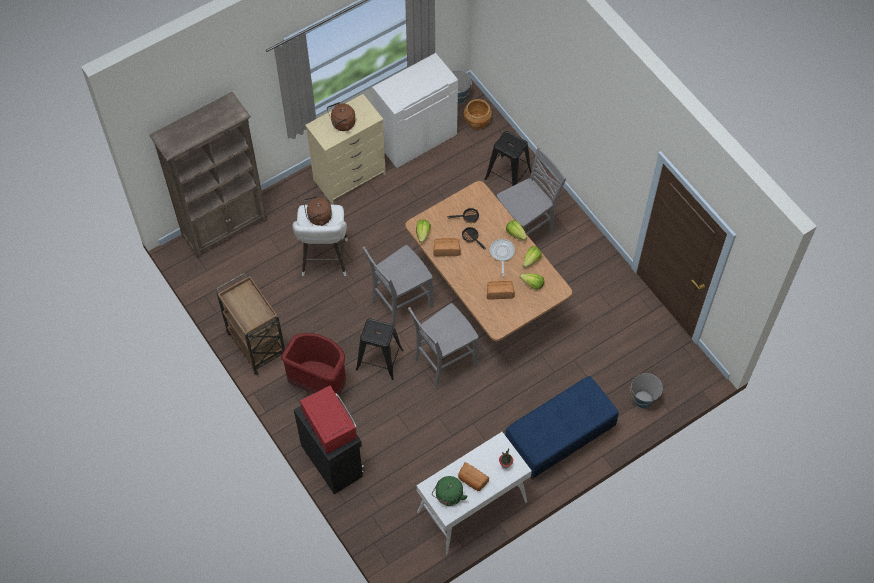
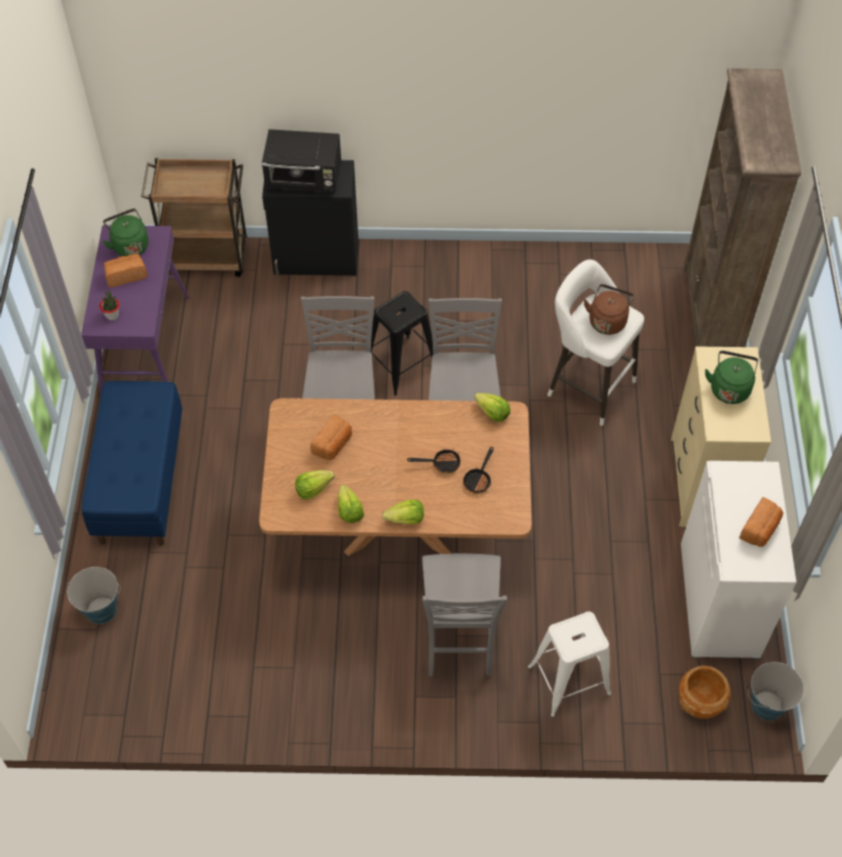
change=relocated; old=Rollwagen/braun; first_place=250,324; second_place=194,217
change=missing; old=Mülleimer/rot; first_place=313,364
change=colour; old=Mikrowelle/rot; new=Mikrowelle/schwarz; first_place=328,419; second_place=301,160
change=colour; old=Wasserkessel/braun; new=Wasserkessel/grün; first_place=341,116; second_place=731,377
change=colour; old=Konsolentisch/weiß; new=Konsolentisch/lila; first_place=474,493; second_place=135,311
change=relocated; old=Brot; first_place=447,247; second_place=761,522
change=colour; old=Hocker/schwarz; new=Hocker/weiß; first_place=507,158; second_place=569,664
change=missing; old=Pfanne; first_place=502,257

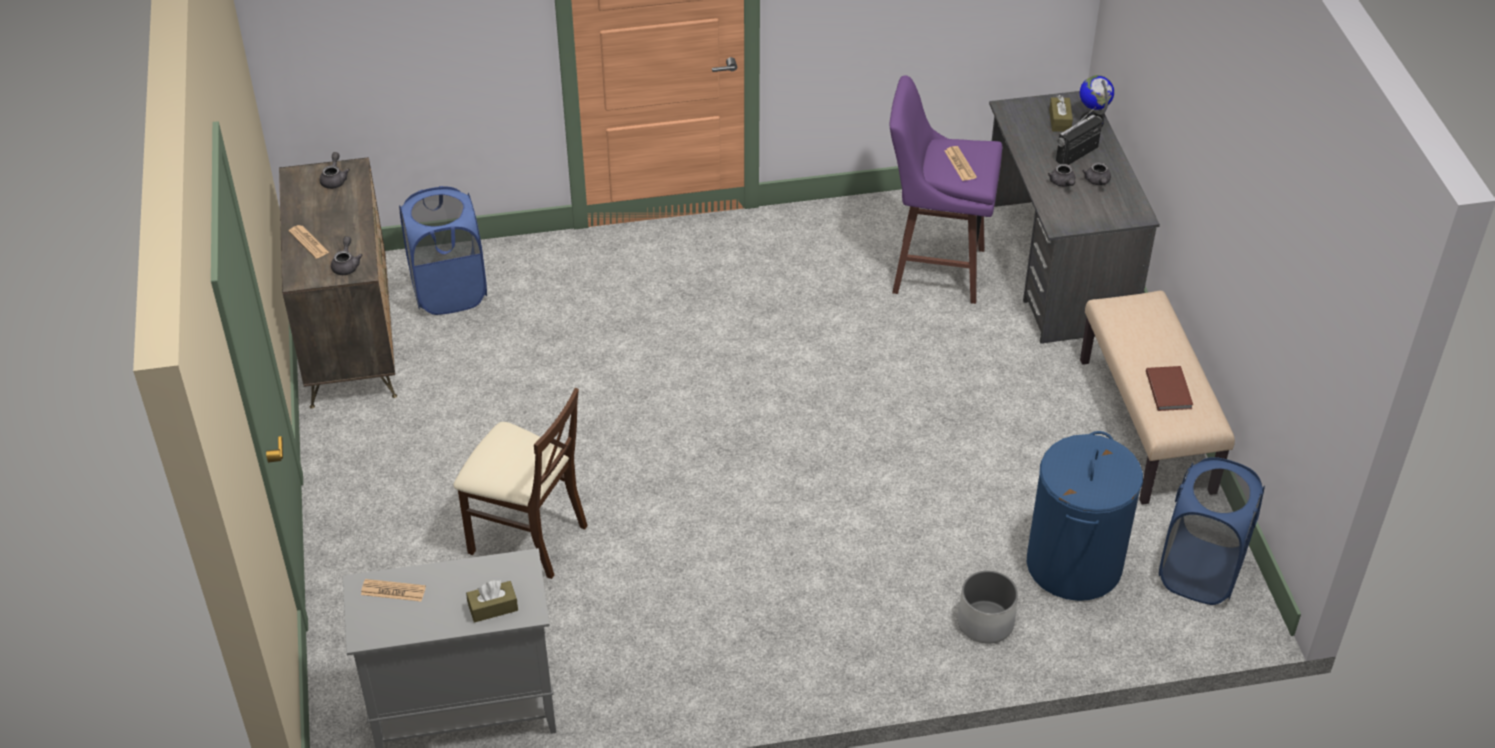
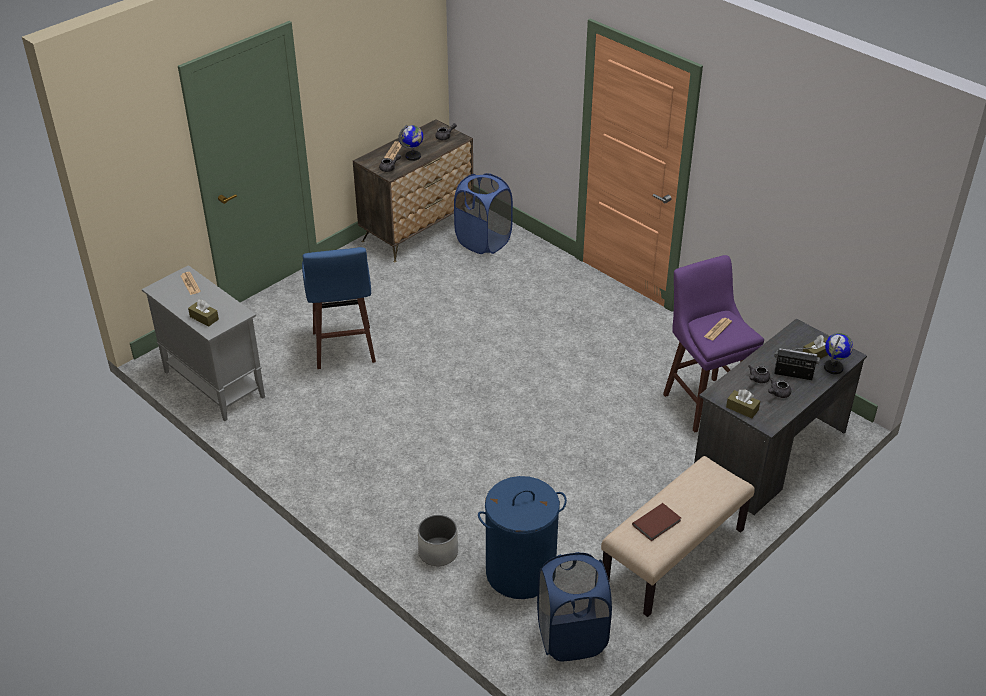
change=exchanged; old=Stuhl/beige; new=Hocker/blau; first_place=521,483; second_place=339,308
change=appeared; new=Globus; second_place=410,143
change=appeared; new=Taschentuchbox/braun; second_place=743,404

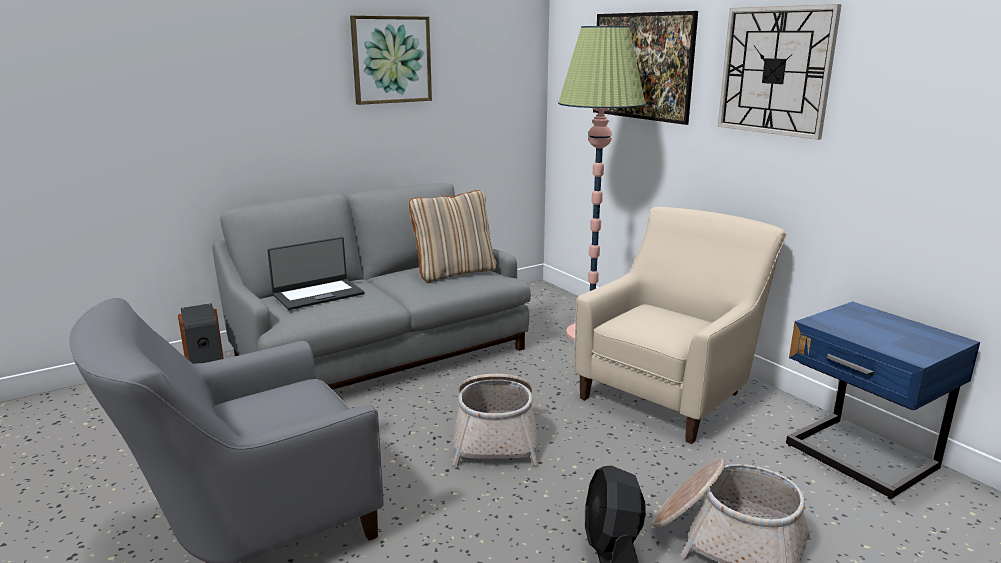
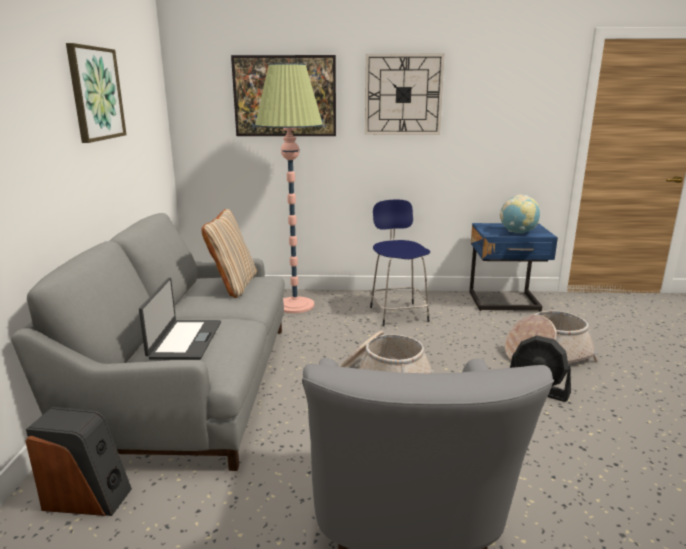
change=exchanged; old=Sessel/beige; new=Hocker/blau; first_place=680,325; second_place=400,263
change=appeared; new=Globus; second_place=520,214

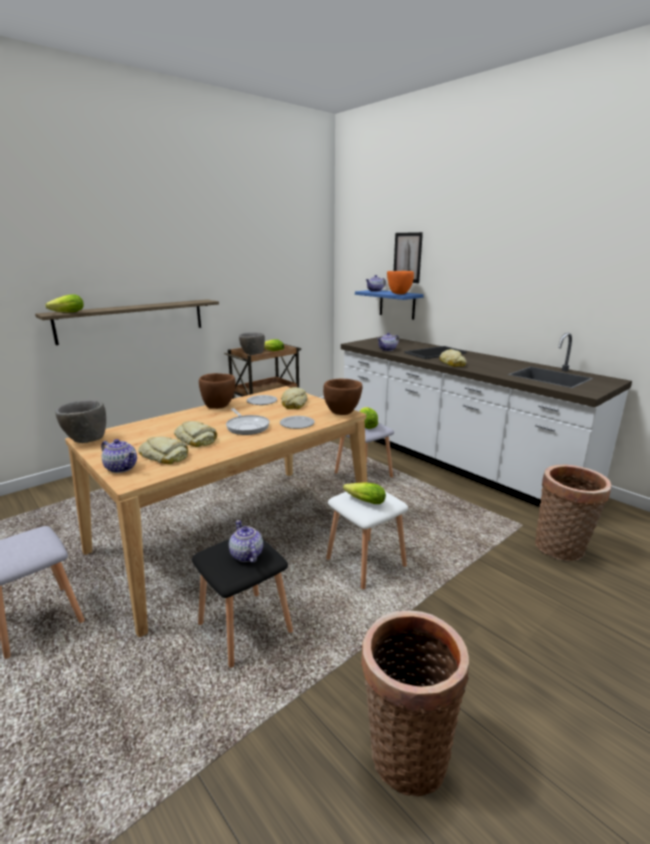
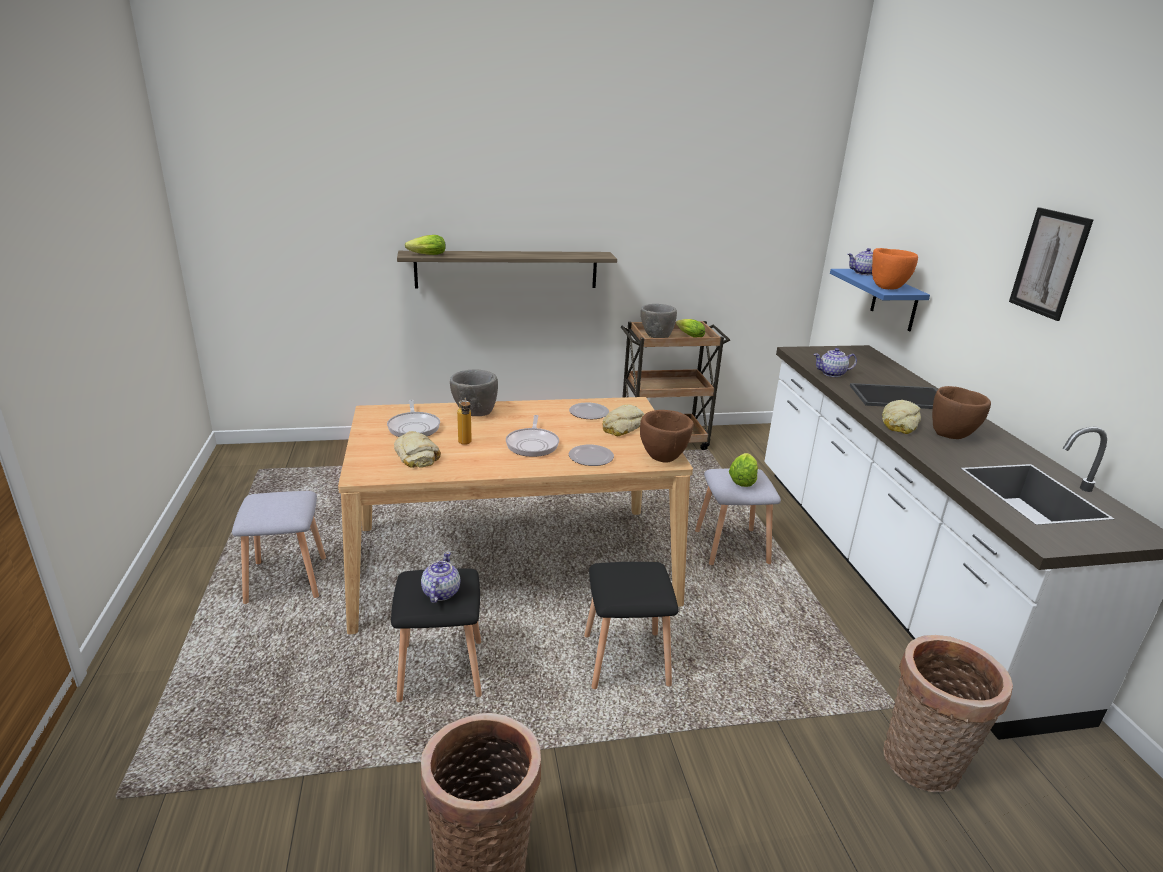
change=relocated; old=Schüssel/grau; first_place=80,421; second_place=474,392
change=missing; old=Teekanne; first_place=119,456
change=exchanged; old=Brot; new=Flasche; first_place=195,434; second_place=464,421
change=relocated; old=Schüssel/braun; first_place=217,391; second_place=961,412
change=colour; old=Hocker/weiß; new=Hocker/schwarz; first_place=367,540; second_place=631,625
change=missing; old=Salatkopf; first_place=364,493
change=relocated; old=Bild; first_place=408,257; second_place=1051,264
change=appeared; new=Pfanne; second_place=413,418

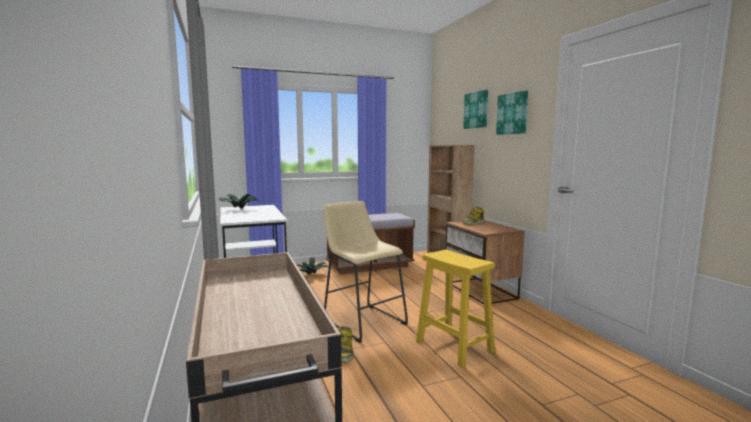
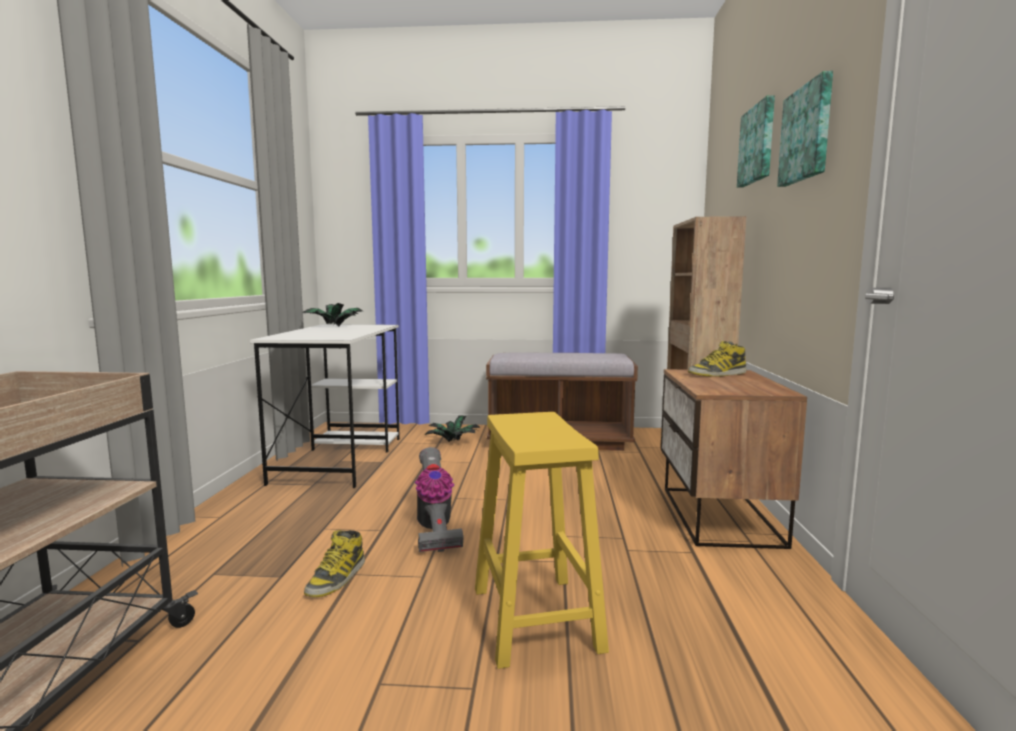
change=exchanged; old=Hocker/beige; new=Staubsauger; first_place=366,272; second_place=439,499

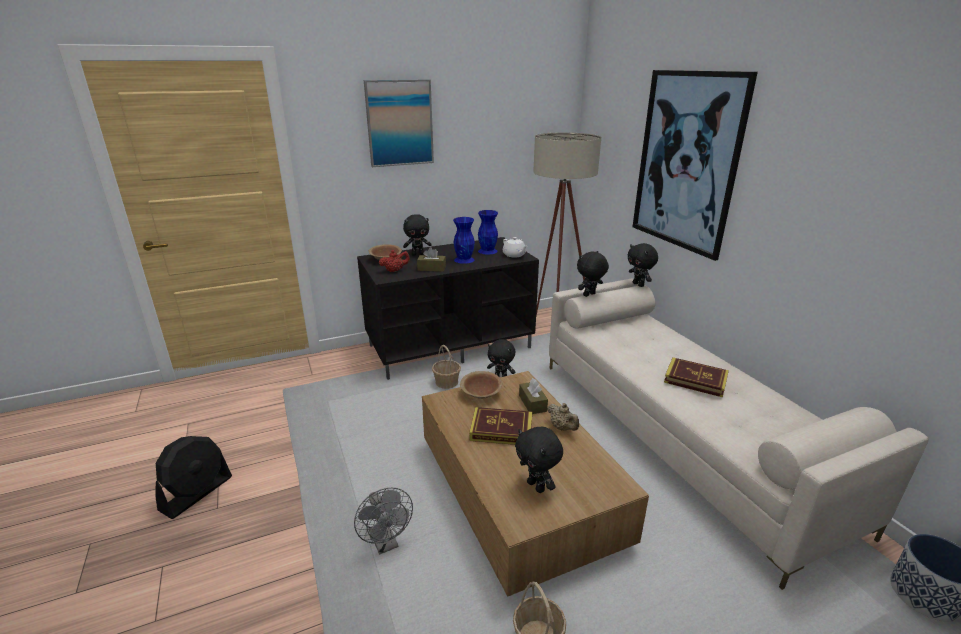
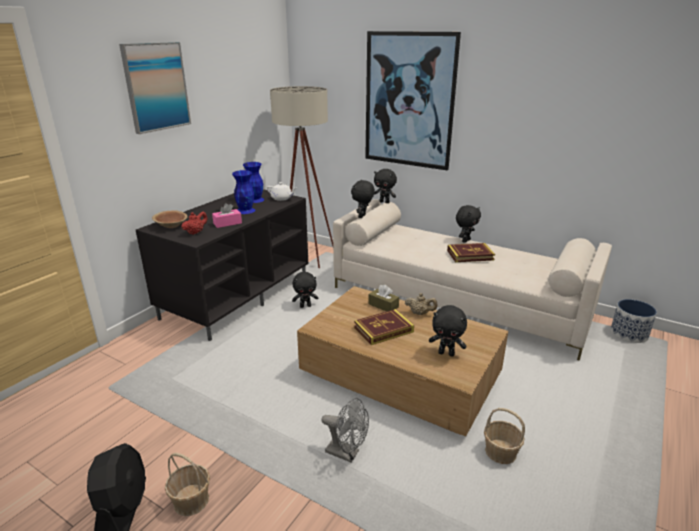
change=relocated; old=Plüschtier/schwarz; first_place=417,235; second_place=468,224
change=colour; old=Taschentuchbox/braun; new=Taschentuchbox/rosa; first_place=431,259; second_place=227,215
change=relocated; old=Korb; first_place=446,367; second_place=187,484
change=missing; old=Schüssel/braun; first_place=481,385

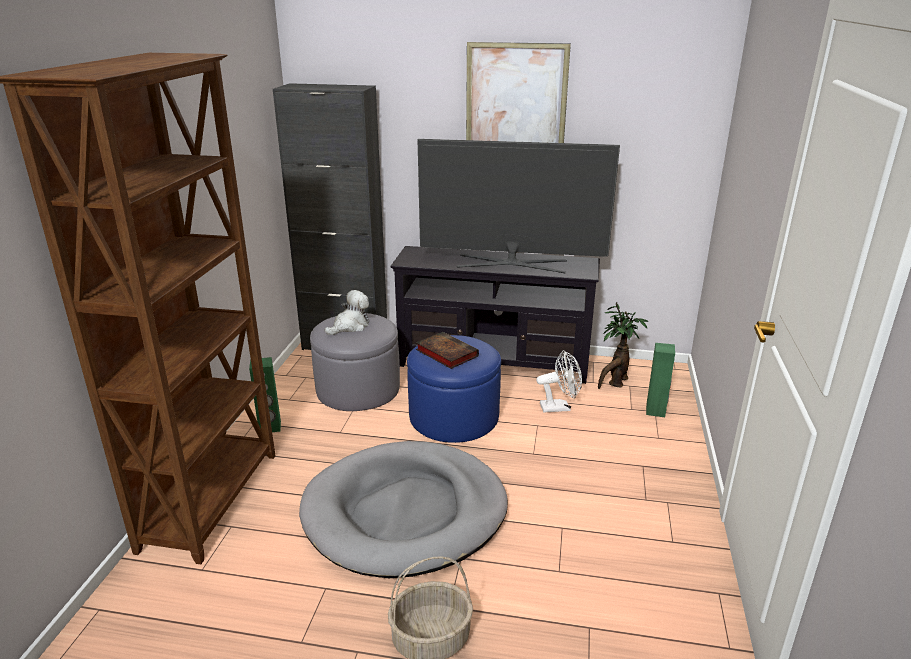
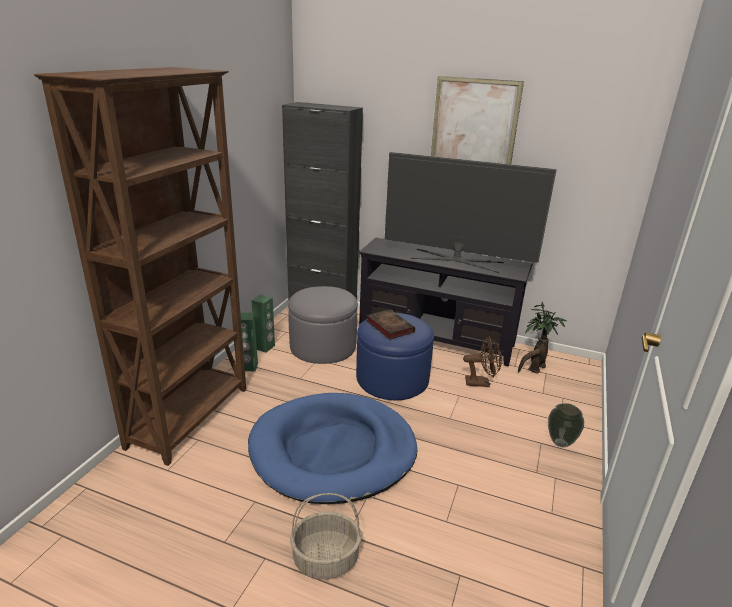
change=colour; old=Hundebett/grau; new=Hundebett/blau; first_place=403,509; second_place=332,448
change=missing; old=Plüschtier; first_place=347,312
change=colour; old=Ventilator/weiß; new=Ventilator/braun; first_place=559,381; second_place=482,362
change=relocated; old=Lautsprecher/grün; first_place=660,380; second_place=263,324
change=appeared; new=Vase; second_place=566,425

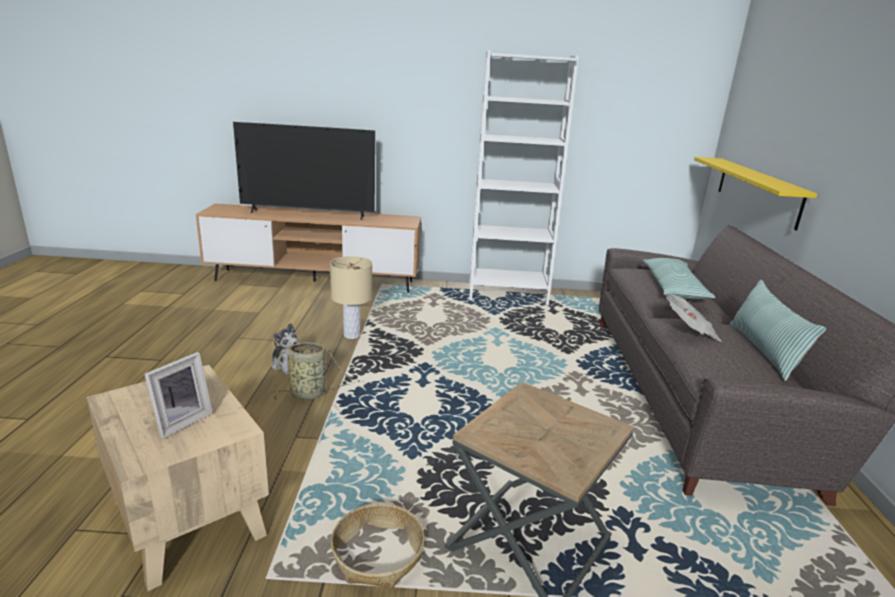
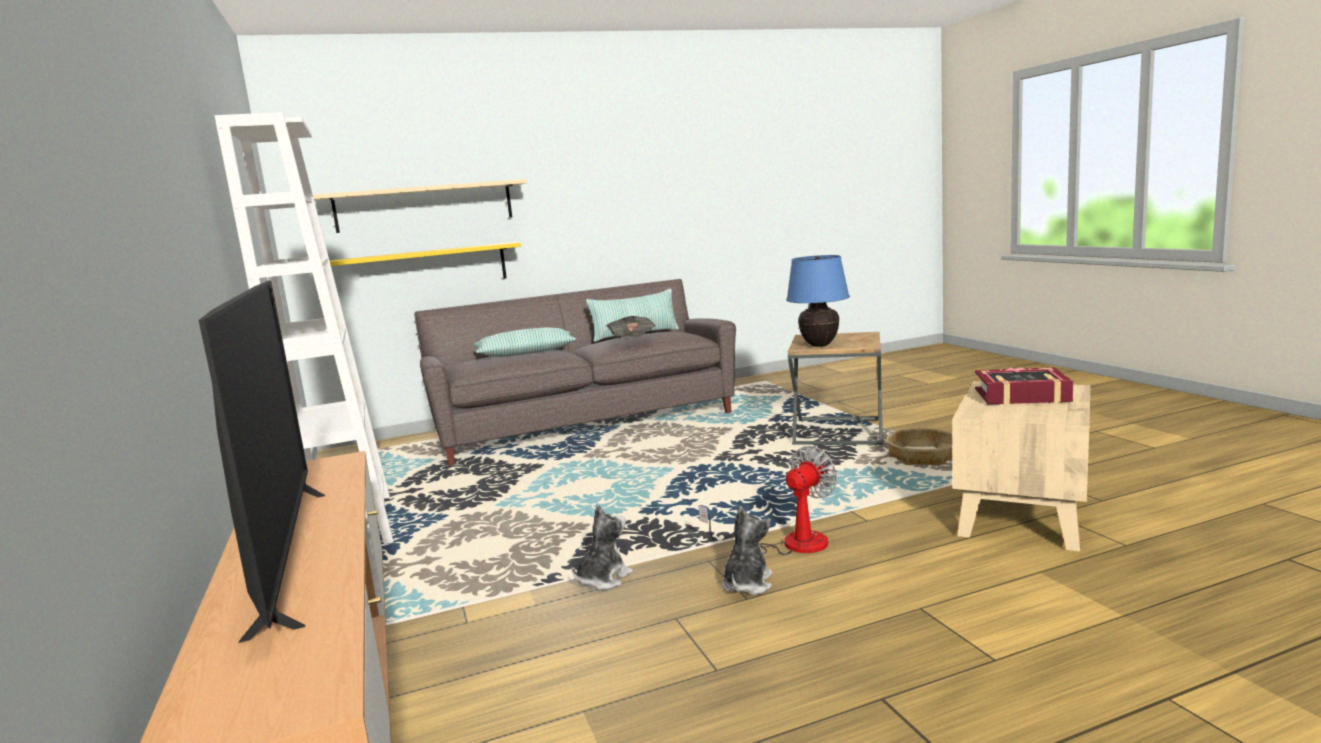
change=exchanged; old=Bilderrahmen; new=Buch; first_place=179,395; second_place=1024,386
change=exchanged; old=Korb; new=Ventilator; first_place=315,371; second_place=767,500
change=exchanged; old=Tischlampe/beige; new=Plüschtier; first_place=351,297; second_place=602,547
change=appeared; new=Wandregal/beige; second_place=420,206
change=appeared; new=Tischlampe/blau; second_place=818,301

